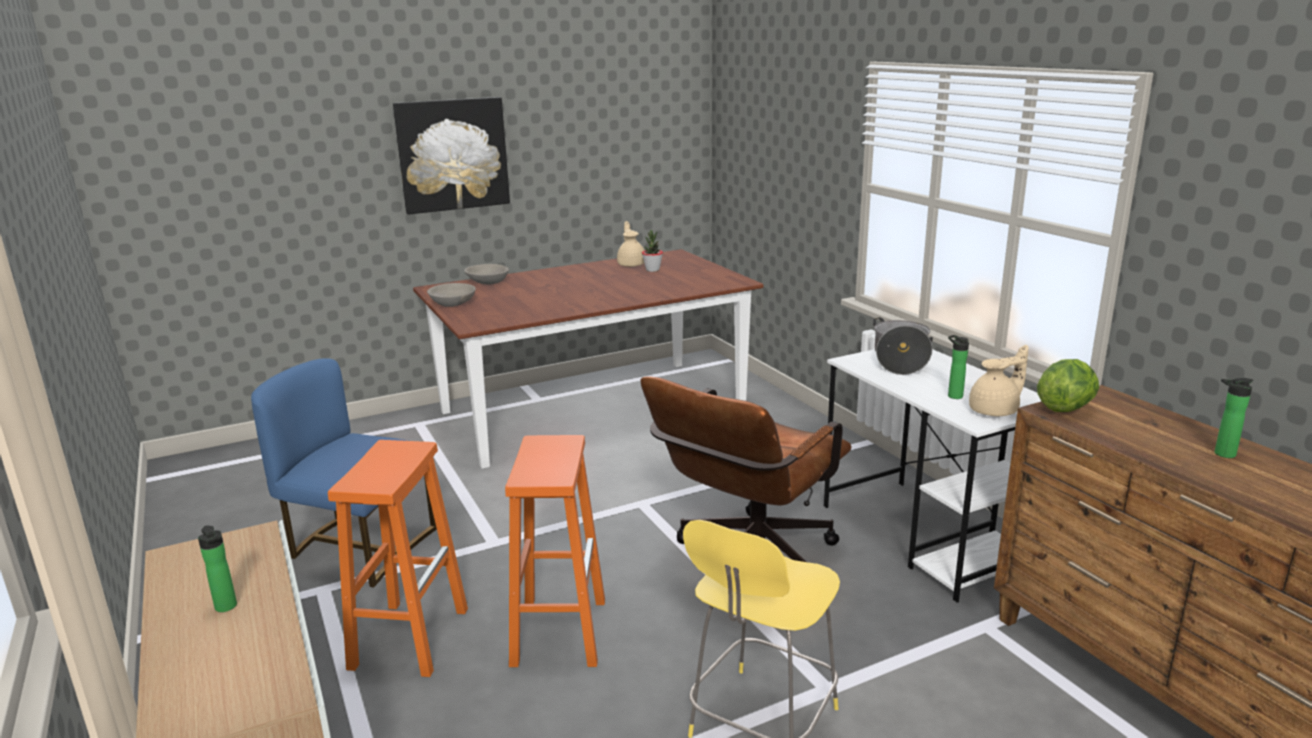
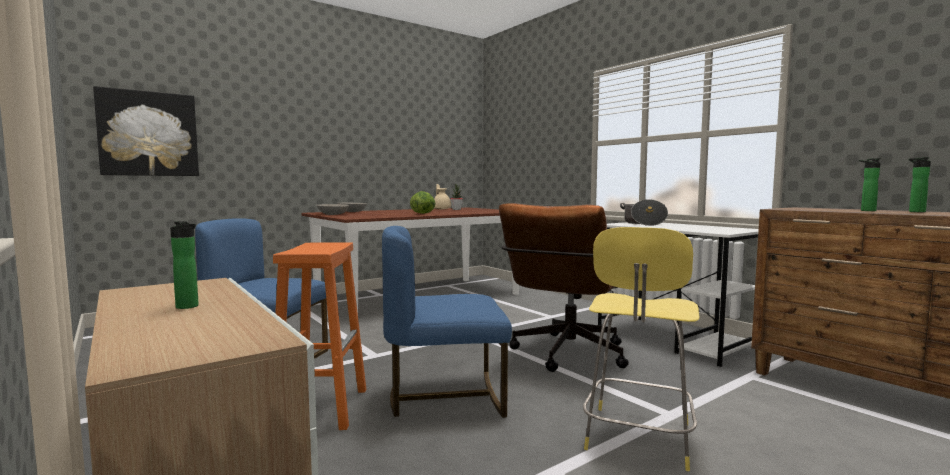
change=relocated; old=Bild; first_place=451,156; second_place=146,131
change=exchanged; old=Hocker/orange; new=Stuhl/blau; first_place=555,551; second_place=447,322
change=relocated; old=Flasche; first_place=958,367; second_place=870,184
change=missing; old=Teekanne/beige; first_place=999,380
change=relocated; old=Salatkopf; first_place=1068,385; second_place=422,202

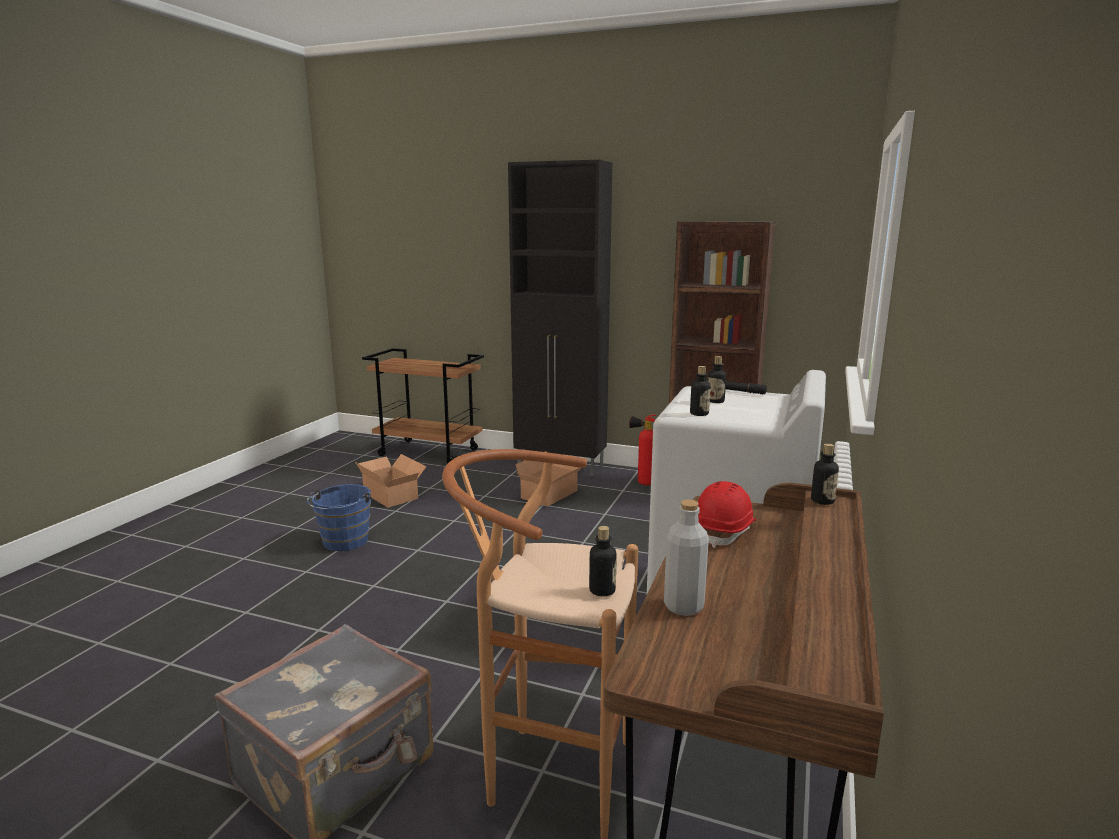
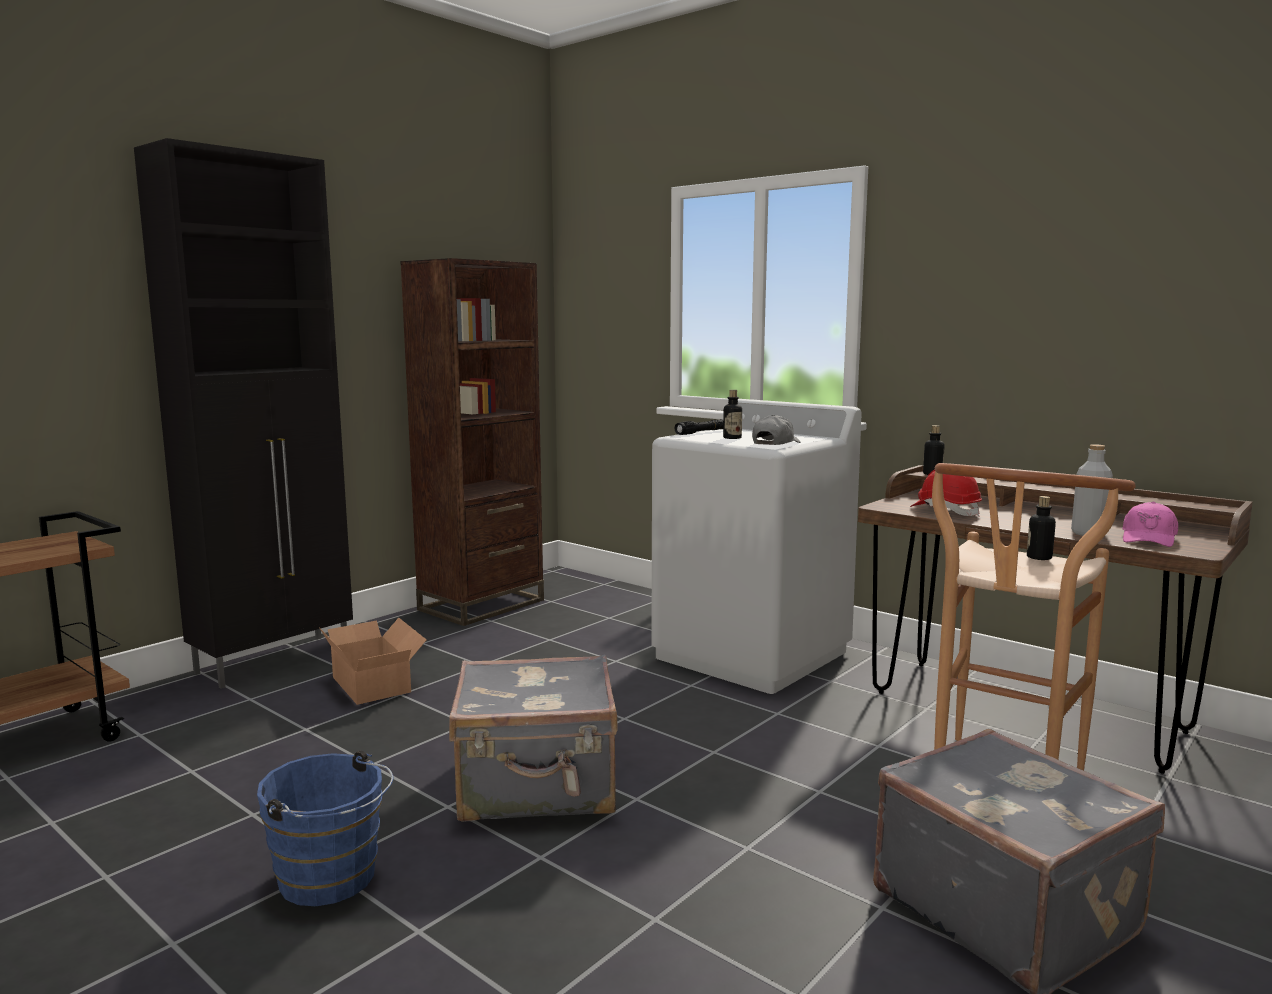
change=missing; old=Karton; first_place=391,481
change=missing; old=Feuerlöscher; first_place=643,450
change=exchanged; old=Flasche; new=Kappe/grau; first_place=700,391; second_place=776,430
change=appeared; new=Koffer/grau; second_place=533,738
change=appeared; new=Kappe/rosa; second_place=1150,524

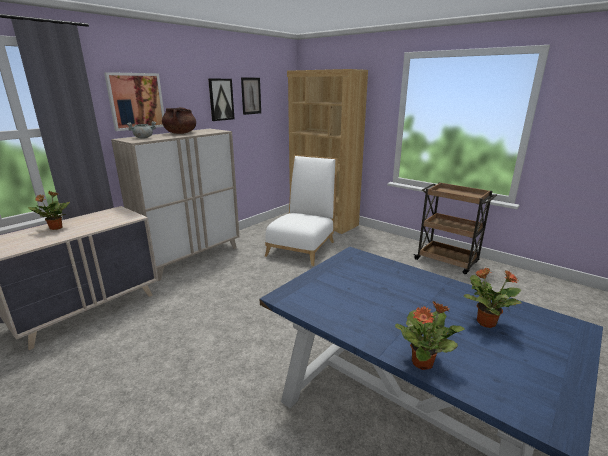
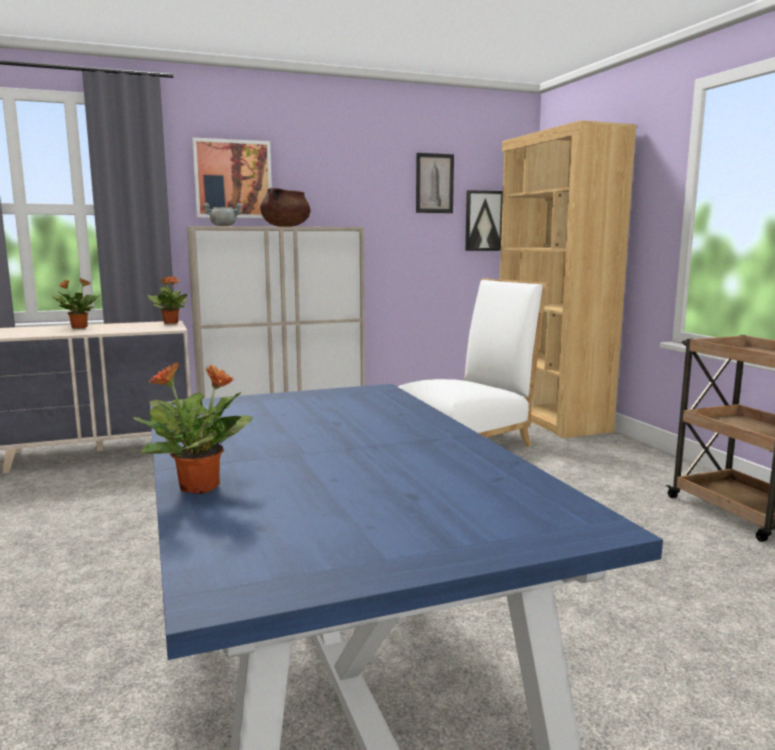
change=relocated; old=Bild; first_place=221,100; second_place=484,220
change=relocated; old=Topfpflanze; first_place=492,298; second_place=167,300

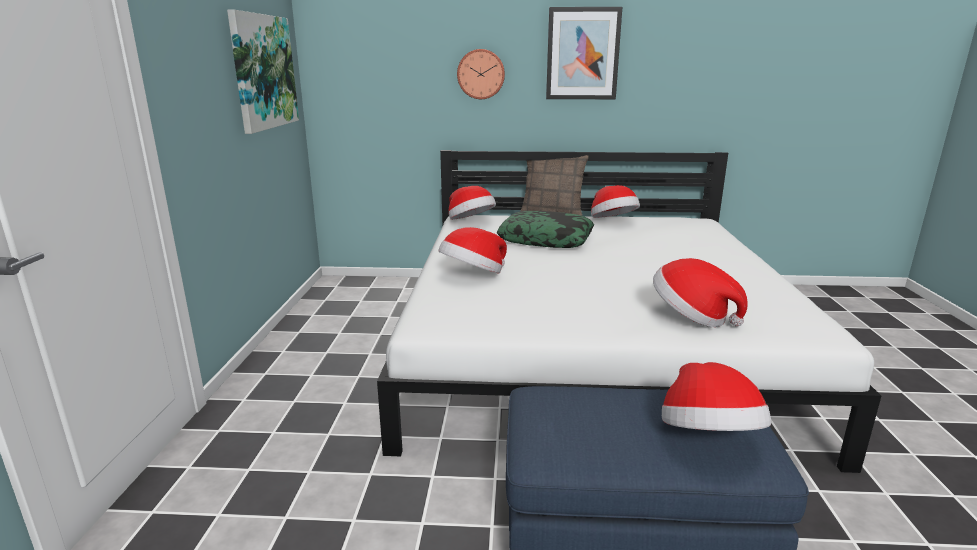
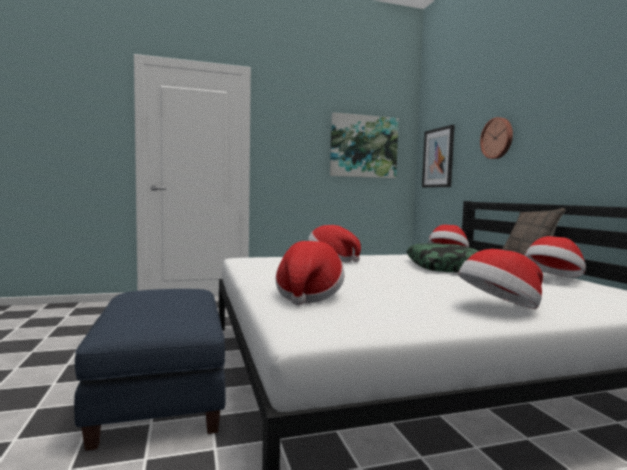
change=relocated; old=Bild; first_place=584,53; second_place=438,156
change=relocated; old=Hut; first_place=716,396; second_place=500,279

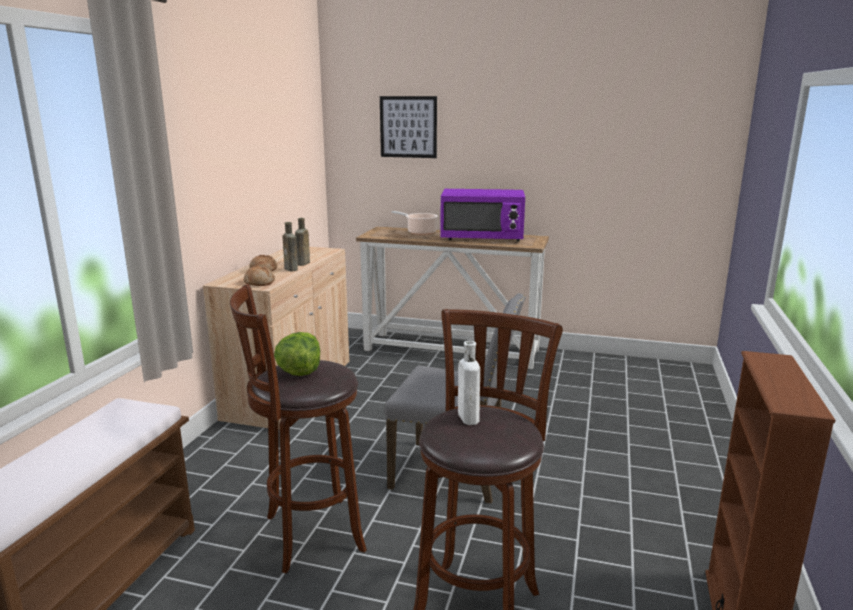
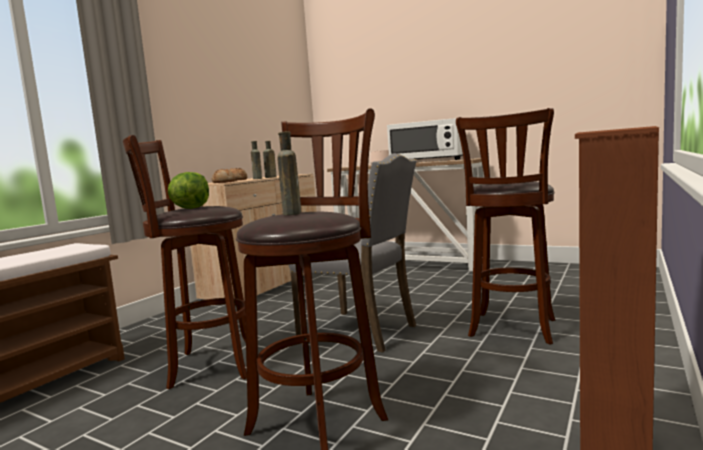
change=missing; old=Bild; first_place=408,127
change=colour; old=Mikrowelle/lila; new=Mikrowelle/weiß; first_place=482,215; second_place=425,139
change=colour; old=Flasche/weiß; new=Flasche/braun; first_place=469,383; second_place=289,173
change=appeared; new=Hocker/braun; second_place=505,226

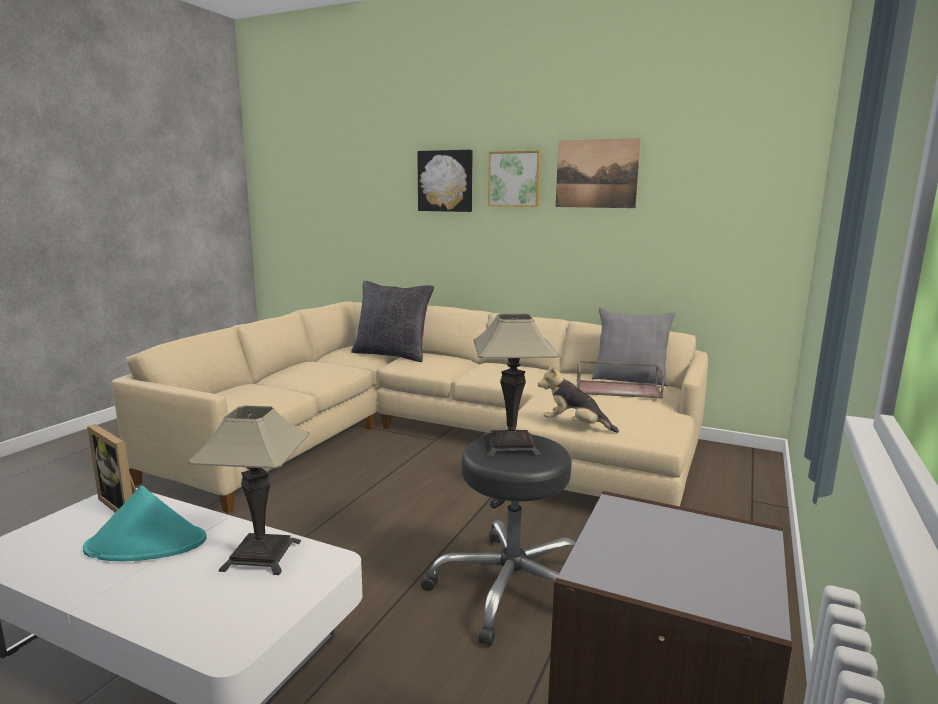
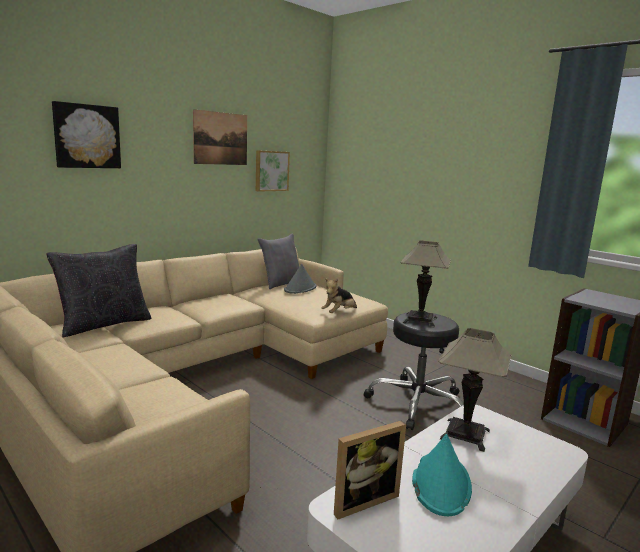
change=relocated; old=Bild; first_place=515,178; second_place=273,171
change=exchanged; old=Tablett/braun; new=Hut/grau; first_place=620,379; second_place=300,279

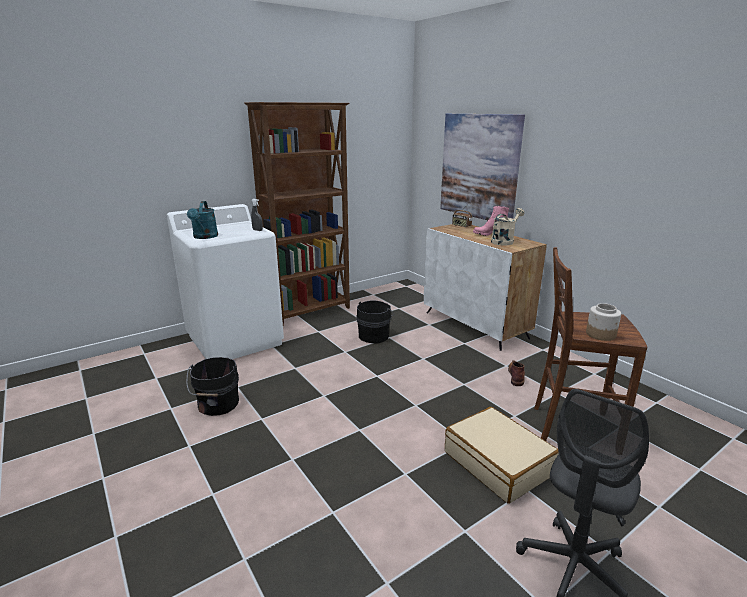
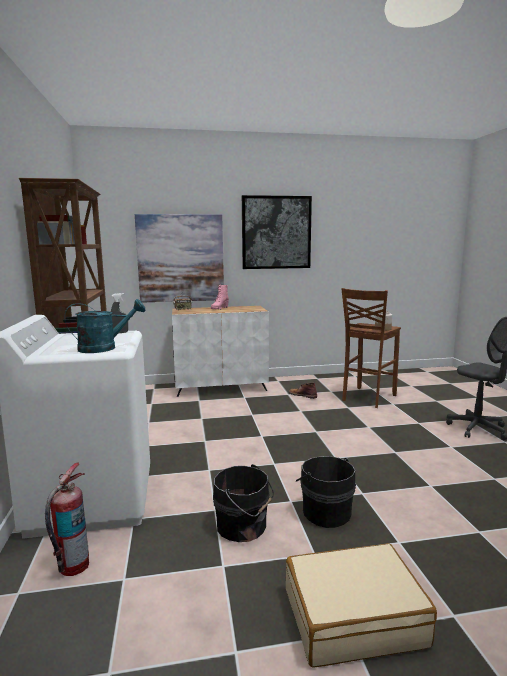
change=spun; old=Gießkanne/türkis; first_place=202,220; second_place=104,326; degrees=-45
change=relocated; old=Eimer/schwarz; first_place=375,322; second_place=326,492
change=relocated; old=Koffer/beige; first_place=502,455; second_place=361,605
change=missing; old=Gießkanne/beige; first_place=508,226
change=appeared; new=Feuerlöscher; second_place=67,519
change=appeared; new=Bild; second_place=277,232

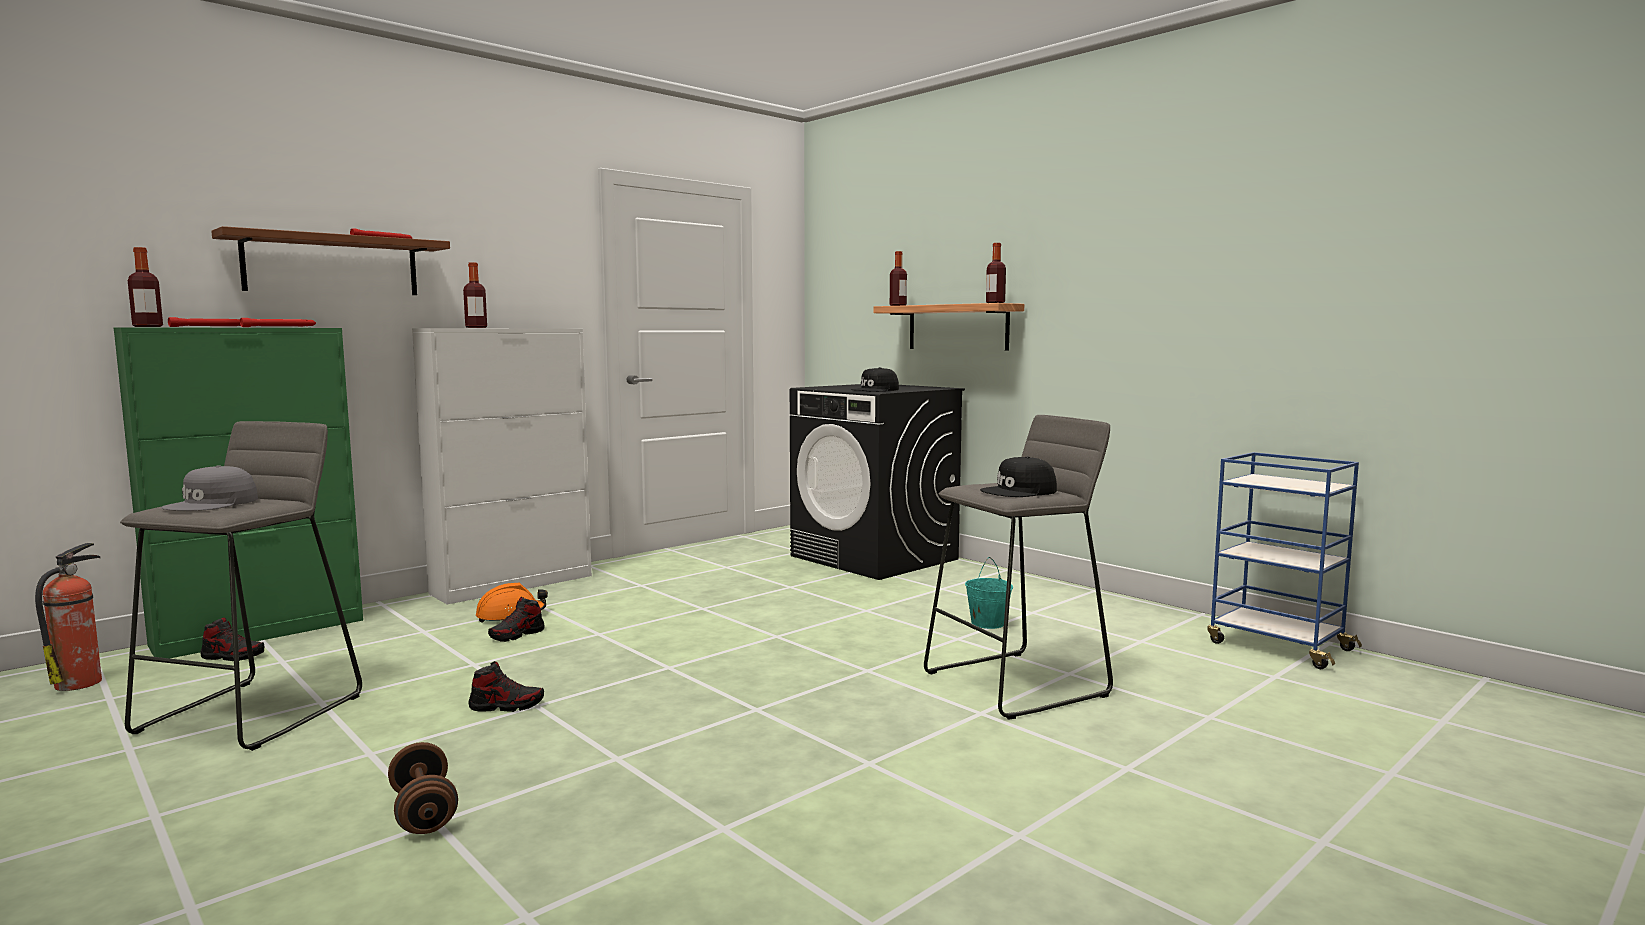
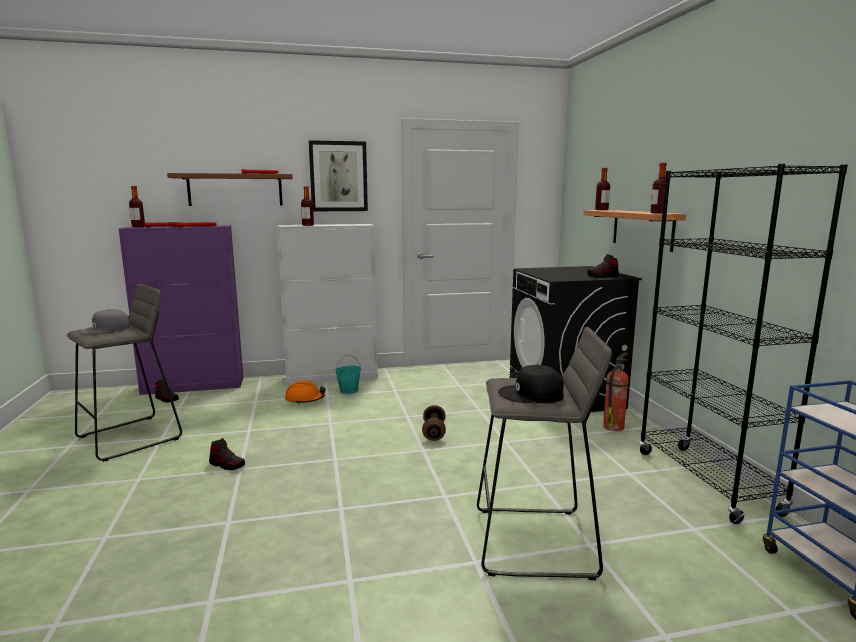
change=relocated; old=Feuerlöscher; first_place=68,617; second_place=616,391
change=colour; old=Schrank/grün; new=Schrank/lila; first_place=238,492; second_place=181,310
change=relocated; old=Hantel/braun; first_place=423,788; second_place=434,423
change=relocated; old=Schuh; first_place=516,619; second_place=603,266
change=missing; old=Kappe/schwarz; first_place=875,379
change=relocated; old=Eimer/türkis; first_place=989,593; second_place=348,374
change=appeared; new=Bild; second_place=338,175
change=appeared; new=Bücherregal/schwarz; second_place=743,344

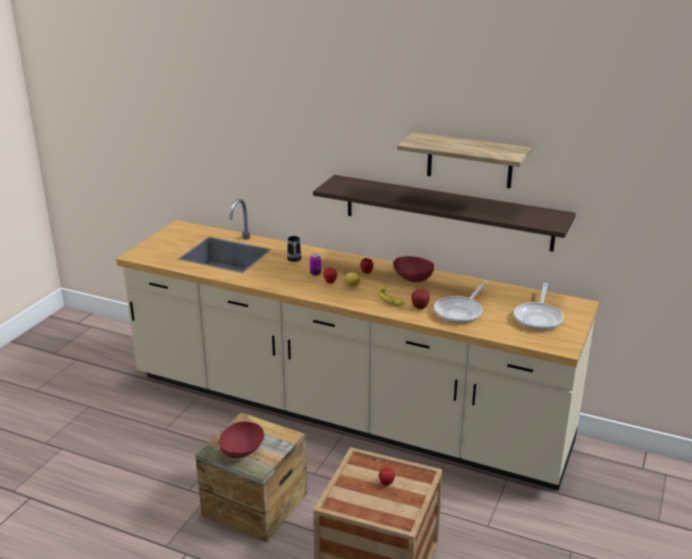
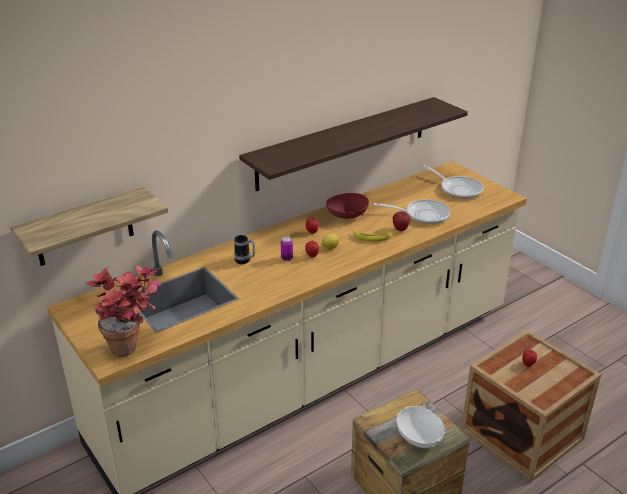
change=colour; old=Schüssel/rot; new=Schüssel/weiß; first_place=241,439; second_place=420,427
change=relocated; old=Wandregal; first_place=464,160; second_place=89,226
change=spun; old=Pfanne; first_place=461,302; second_place=412,211; degrees=-60
change=appeared; new=Topfpflanze; second_place=124,311

